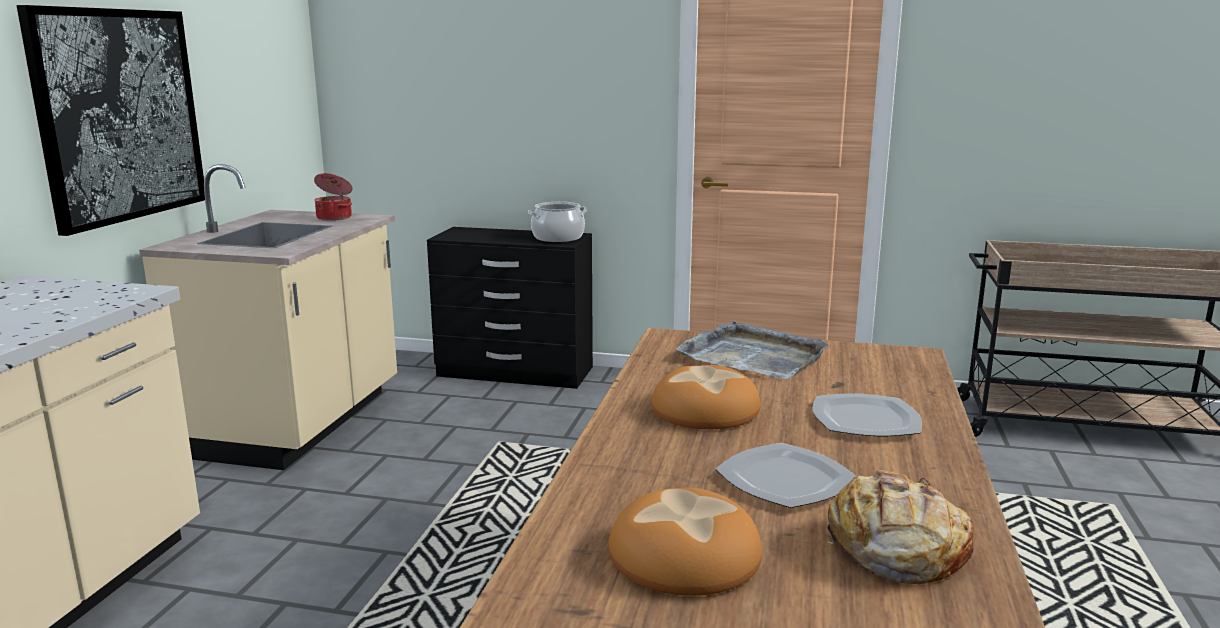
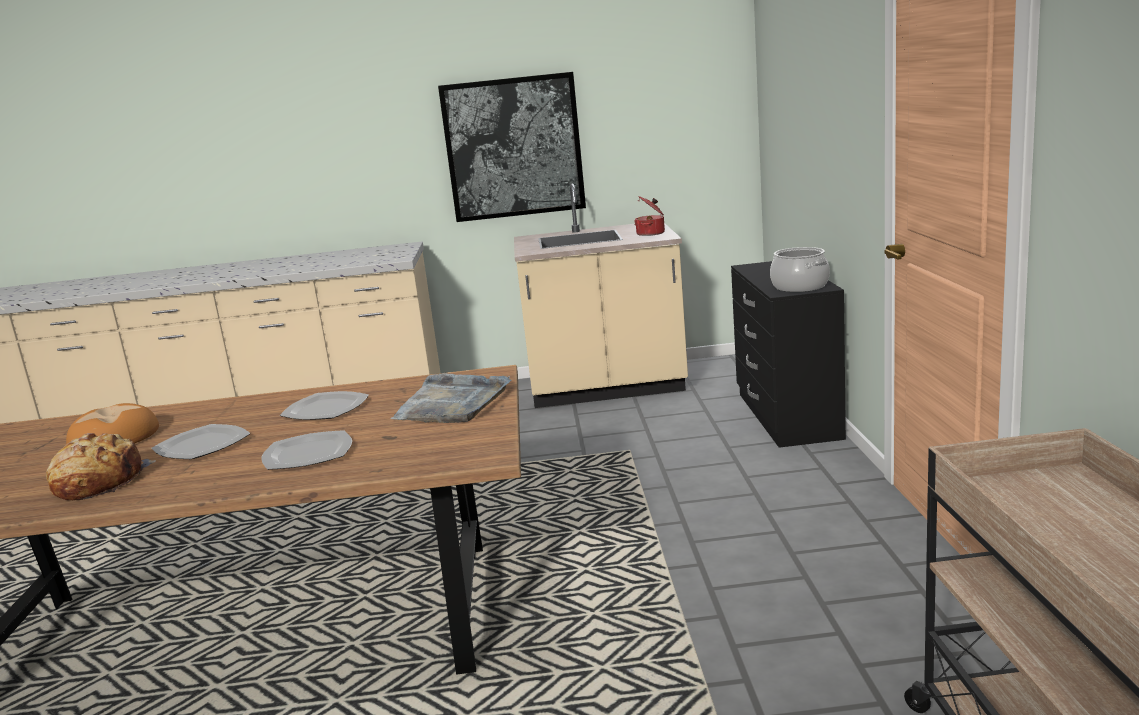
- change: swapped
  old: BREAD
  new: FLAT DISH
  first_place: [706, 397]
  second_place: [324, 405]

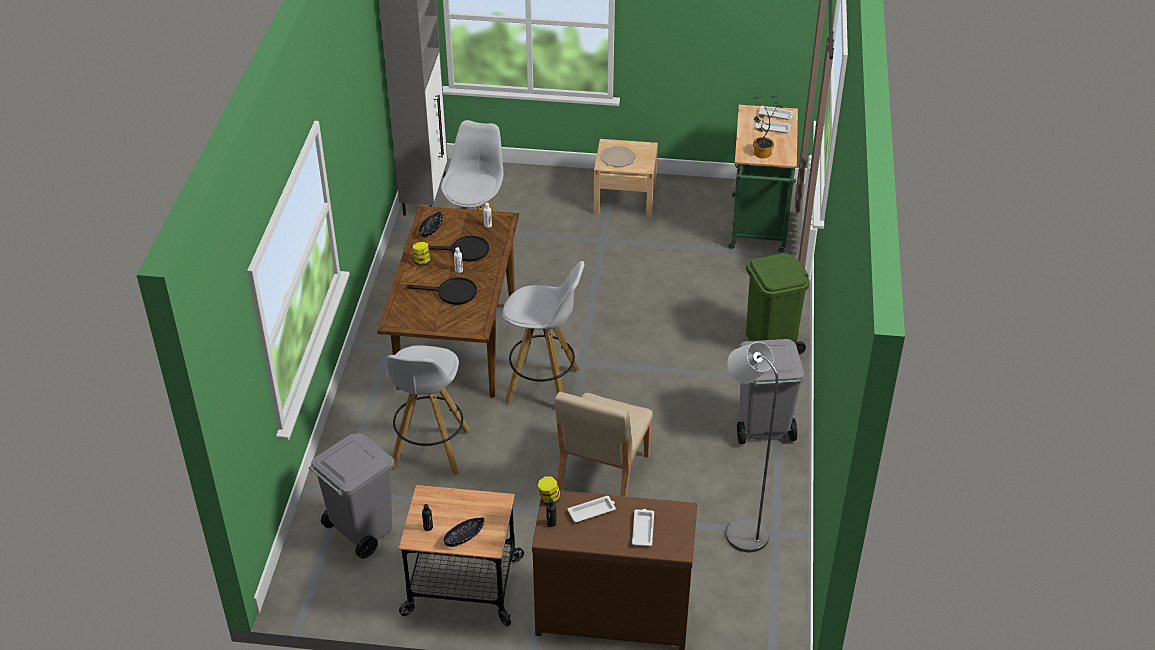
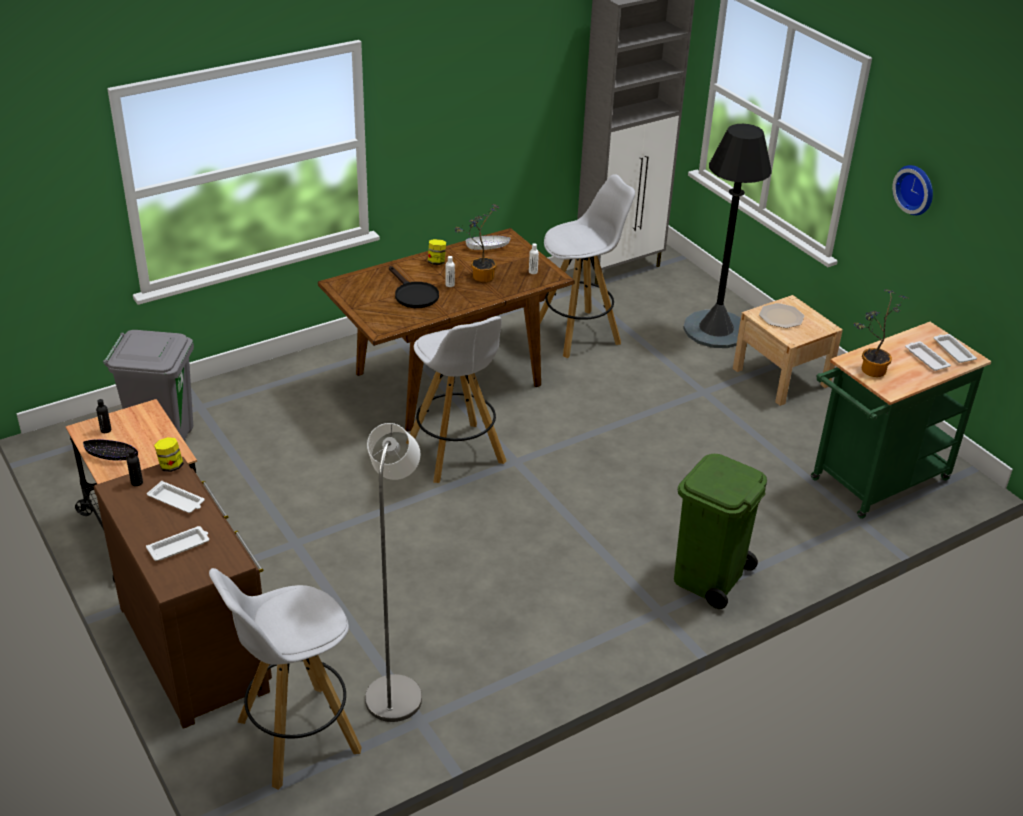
- change: gone
  old: BEIGE UPRIGHT CHAIR
  first_place: [603, 444]
- change: gone
  old: GREYISH WASTE BIN
  first_place: [770, 391]
- change: new
  new: BLACK-COLOURED STANDARD LAMP
  second_place: [727, 236]
- change: new
  new: HANGING CLOCK
  second_place: [912, 190]
- change: shifted
  old: WHITE-COLOURED SITTING STOOL
  first_place: [428, 410]
  second_place: [285, 679]
- change: swapped
  old: BLACK-COLOURED FRYING PAN
  new: PLANT IN A POT
  first_place: [458, 249]
  second_place: [477, 243]
- change: repainted
  old: BLACK-COLOURED SERVING BOWL
  new: WHITE-COLOURED SERVING BOWL
  first_place: [431, 224]
  second_place: [488, 242]

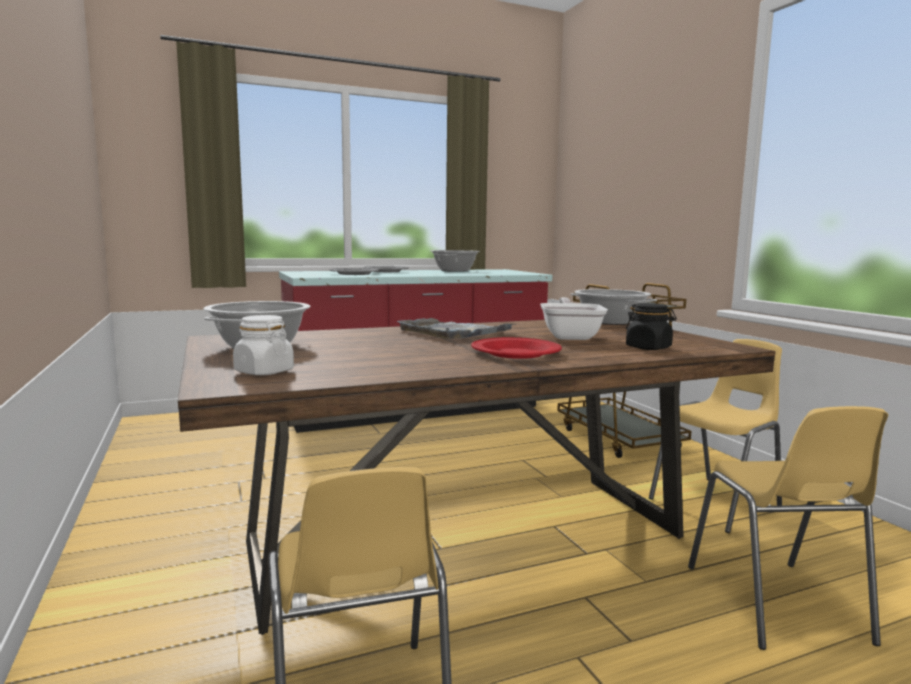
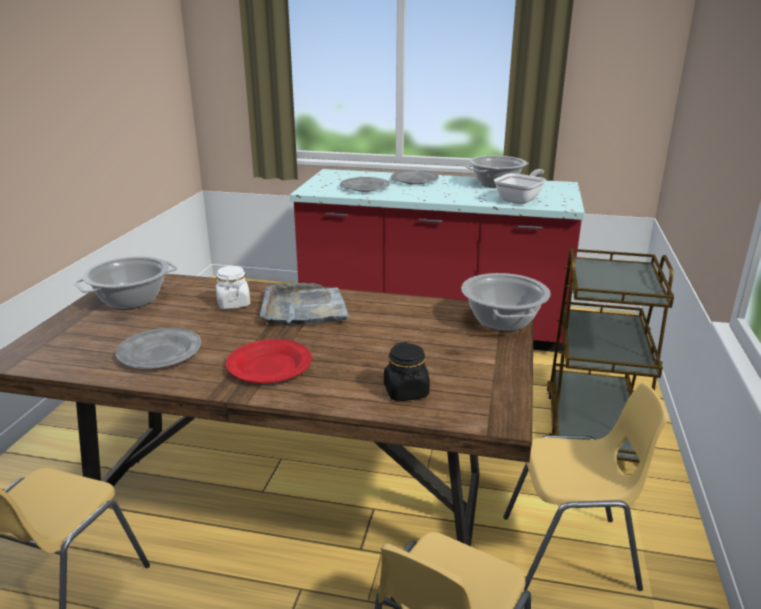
- change: new
  new: GREYISH FLAT DISH
  second_place: [158, 348]
- change: shifted
  old: WHITE-COLOURED JAR
  first_place: [263, 345]
  second_place: [233, 287]
- change: shifted
  old: FRYING PAN
  first_place: [574, 318]
  second_place: [520, 186]

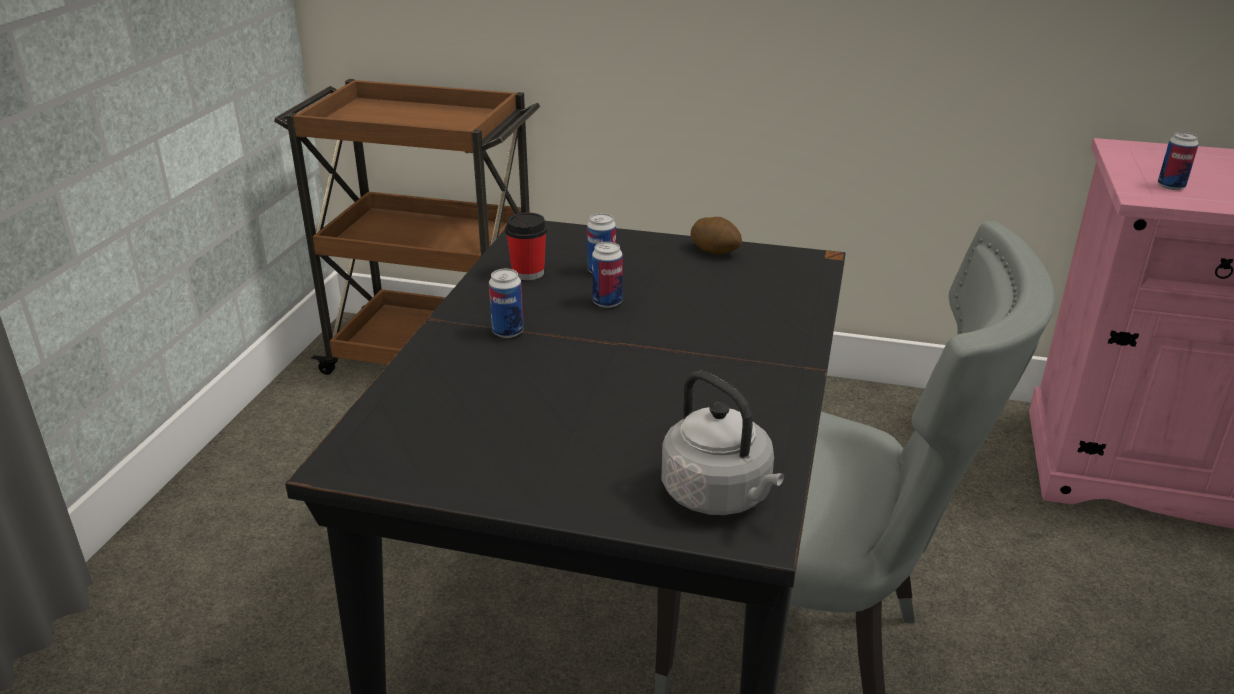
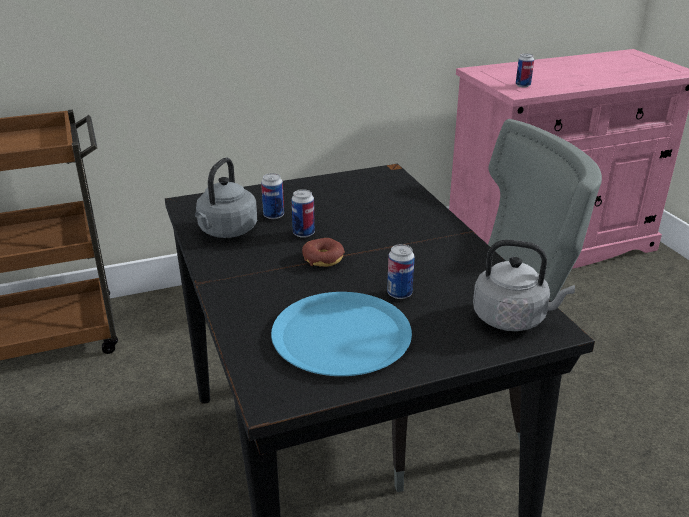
- change: gone
  old: WHOLE POTATO
  first_place: [716, 236]
- change: new
  new: BLUISH FLAT DISH
  second_place: [341, 334]
- change: new
  new: RING DOUGHNUT
  second_place: [323, 252]
- change: shifted
  old: CAN
  first_place: [506, 303]
  second_place: [401, 271]
- change: swapped
  old: CUP
  new: GREYISH TEA KETTLE
  first_place: [526, 246]
  second_place: [226, 198]

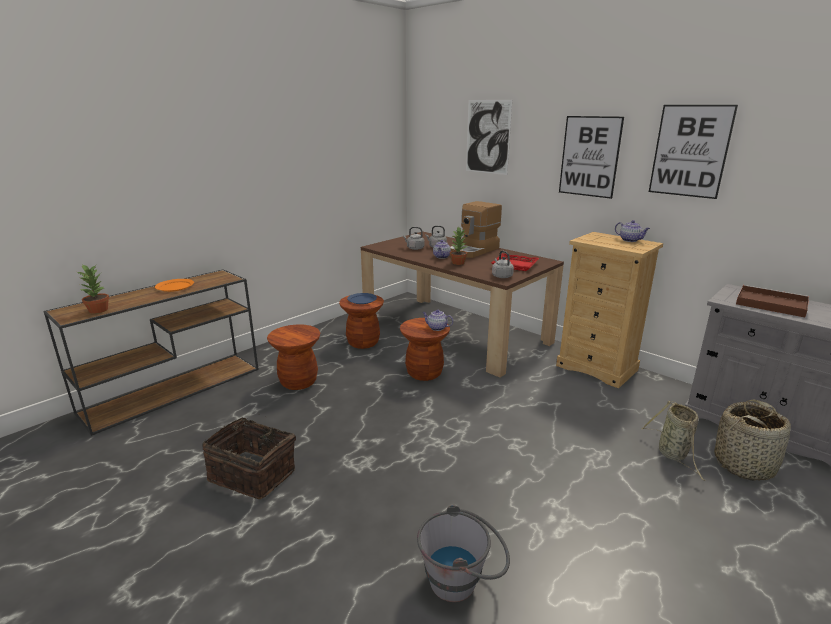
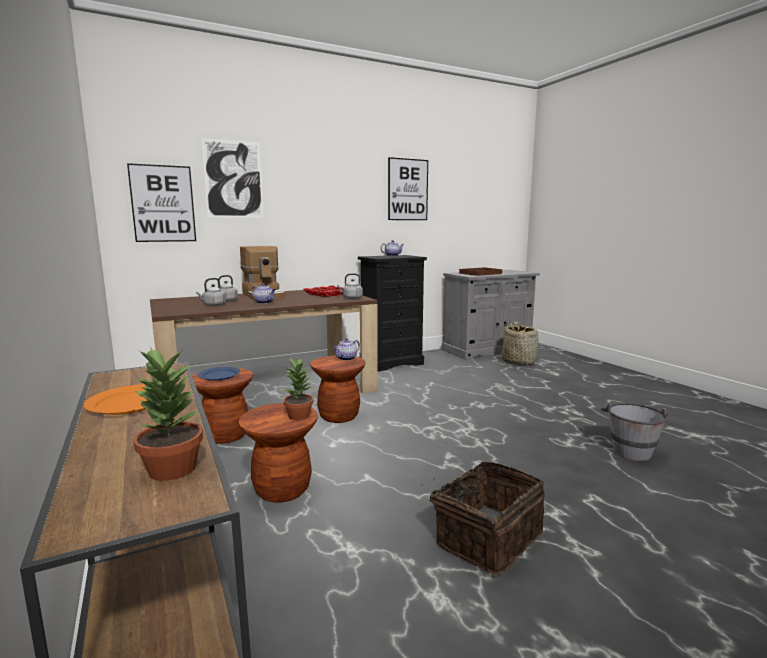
- change: gone
  old: HOUSEHOLD BASKET
  first_place: [673, 441]
- change: shifted
  old: PLANT IN A POT
  first_place: [459, 246]
  second_place: [298, 388]
- change: shifted
  old: WALL PICTURE
  first_place: [591, 157]
  second_place: [161, 202]
- change: repainted
  old: BEIGE CHEST OF DRAWERS
  new: BLACK-COLOURED CHEST OF DRAWERS
  first_place: [609, 310]
  second_place: [392, 313]

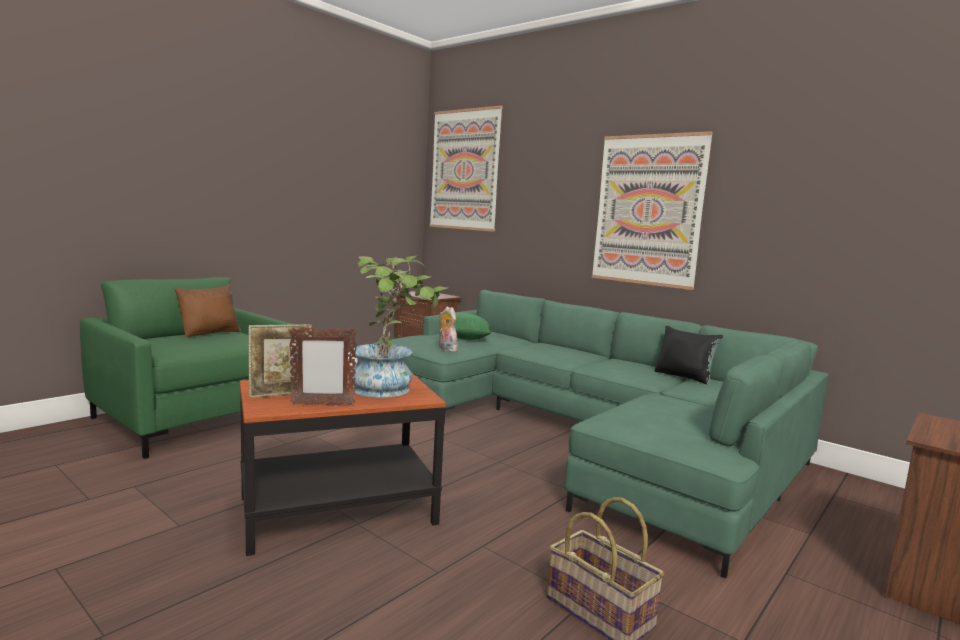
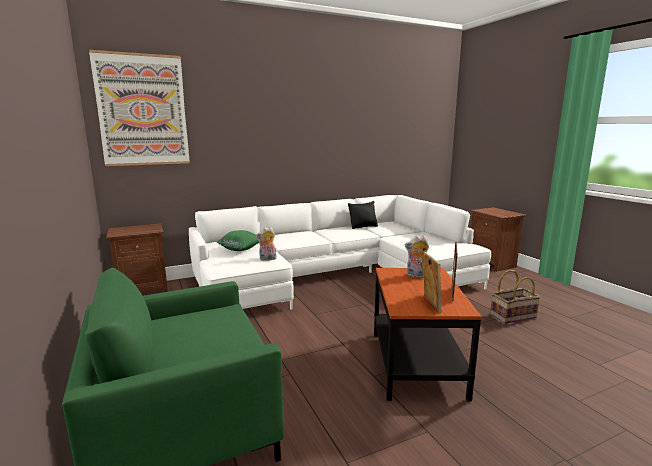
- change: gone
  old: BROWN PILLOW
  first_place: [208, 310]
- change: gone
  old: WALL PICTURE
  first_place: [652, 210]
- change: swapped
  old: PLANT IN A POT
  new: PLUSH TOY
  first_place: [399, 326]
  second_place: [417, 256]
- change: repainted
  old: GREENISH SOFA
  new: WHITE-COLOURED SOFA
  first_place: [601, 434]
  second_place: [340, 252]

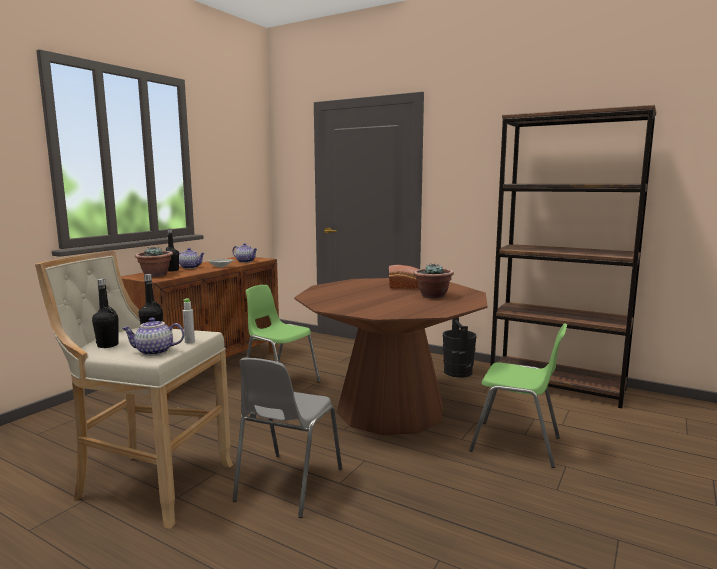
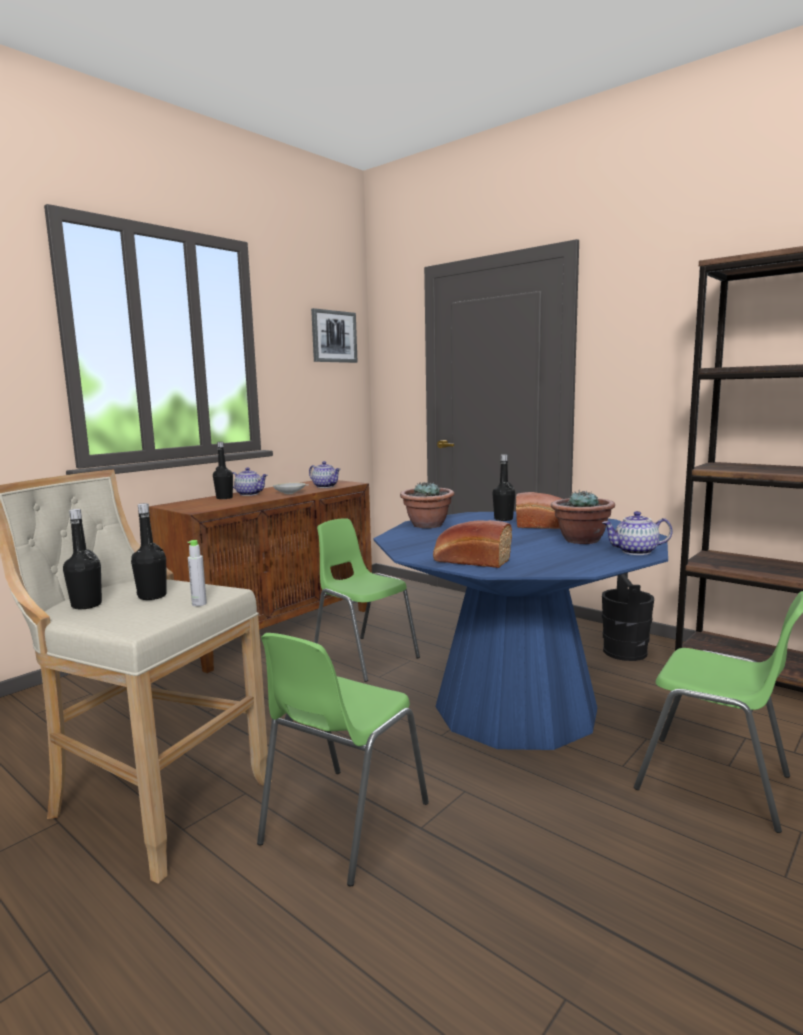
- change: new
  new: WALL PICTURE
  second_place: [334, 335]
- change: new
  new: BREAD
  second_place: [472, 544]
- change: new
  new: BLACK-COLOURED BOTTLE
  second_place: [503, 487]
- change: shifted
  old: TEA POT
  first_place: [152, 337]
  second_place: [637, 533]
- change: shifted
  old: PLANT IN A POT
  first_place: [154, 262]
  second_place: [427, 505]
- change: repainted
  old: GREYISH UPRIGHT CHAIR
  new: GREENISH UPRIGHT CHAIR
  first_place: [287, 438]
  second_place: [343, 759]
- change: repainted
  old: BROWN DINING TABLE
  new: BLUISH DINING TABLE
  first_place: [391, 356]
  second_place: [520, 630]

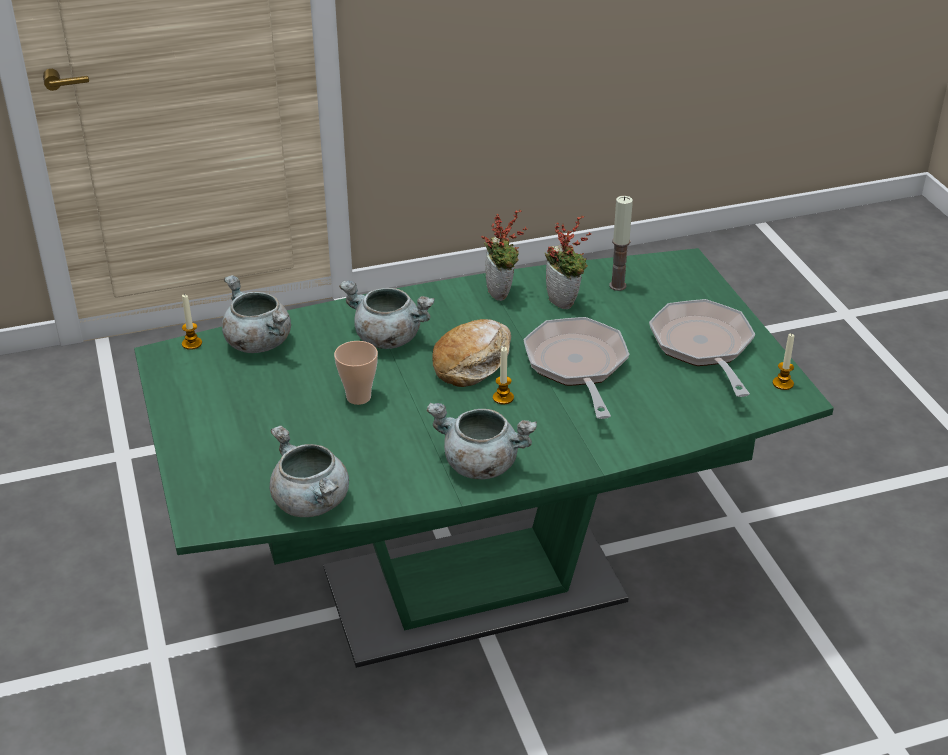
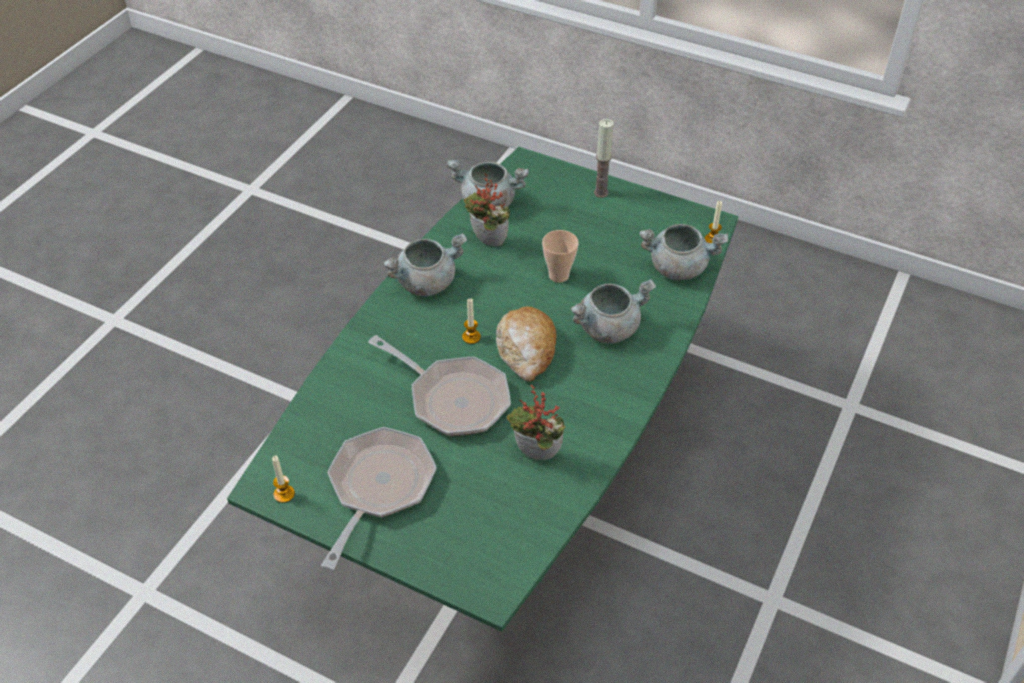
- change: shifted
  old: PLANT IN A POT
  first_place: [504, 255]
  second_place: [487, 209]
- change: shifted
  old: WAX LIGHT
  first_place: [621, 243]
  second_place: [604, 158]
- change: rotated
  old: FRYING PAN
  first_place: [702, 348]
  second_place: [379, 498]
  degrees: -105

